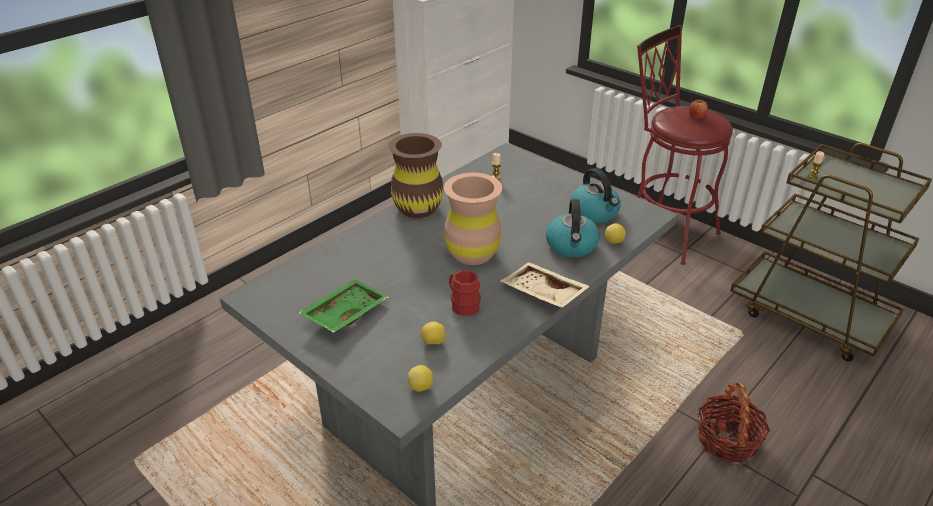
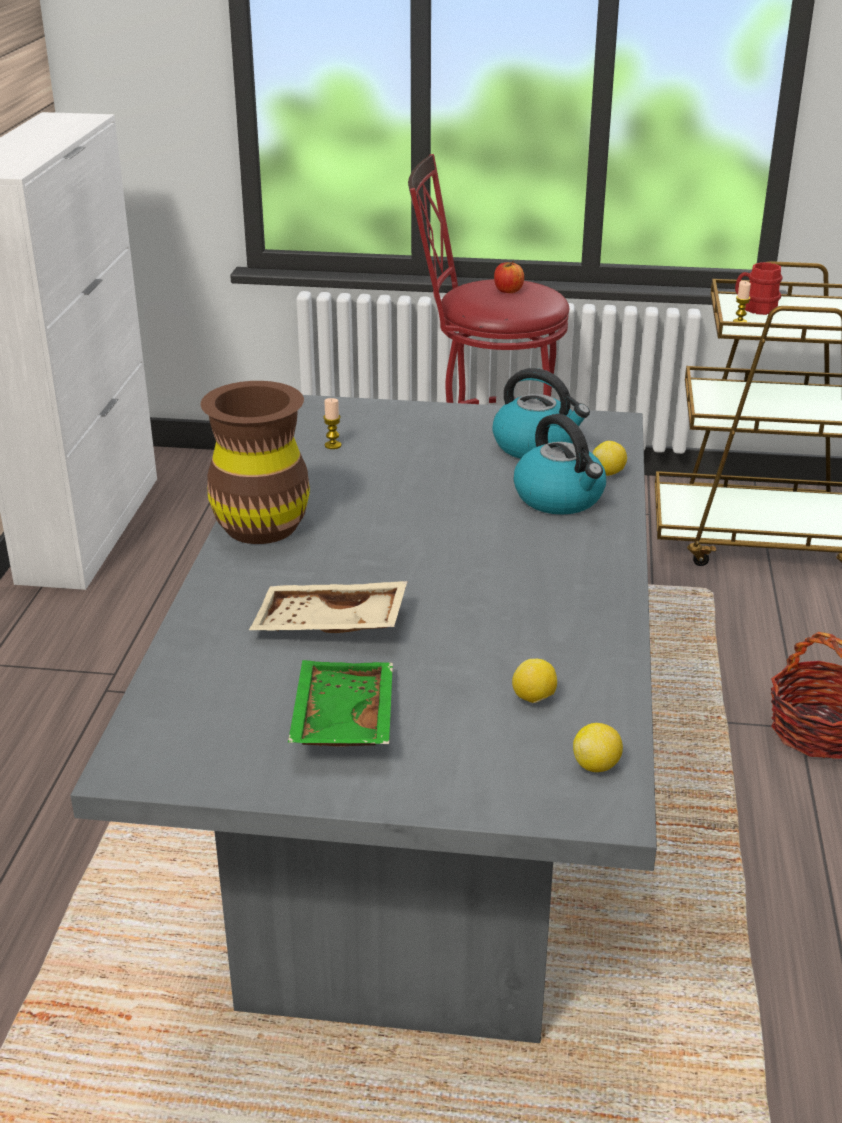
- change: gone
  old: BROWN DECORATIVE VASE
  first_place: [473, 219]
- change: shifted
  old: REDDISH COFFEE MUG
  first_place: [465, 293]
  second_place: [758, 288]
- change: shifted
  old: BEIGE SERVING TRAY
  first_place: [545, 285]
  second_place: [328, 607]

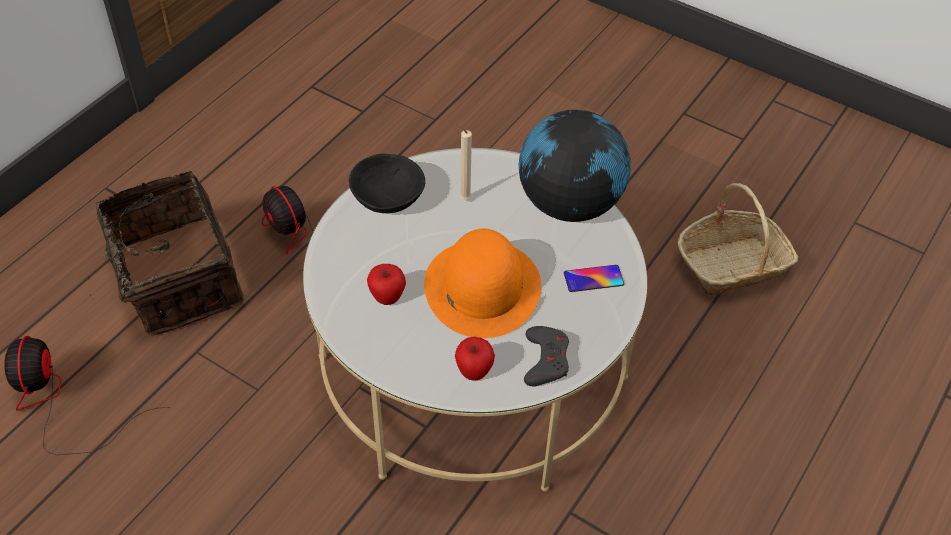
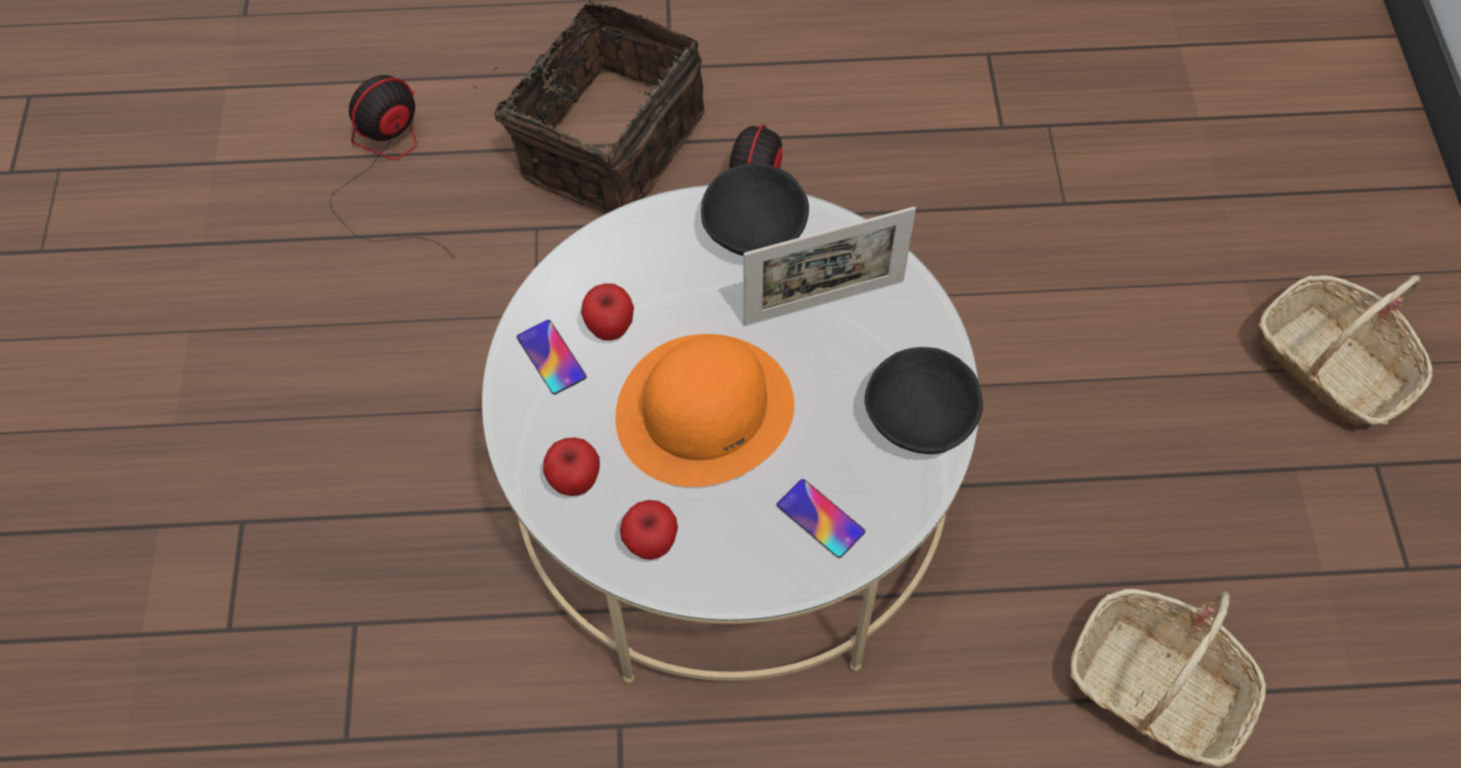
- change: new
  new: TELEPHONE
  second_place: [552, 357]
- change: new
  new: HOUSEHOLD BASKET
  second_place: [1346, 351]
- change: swapped
  old: BEIGE WAX LIGHT
  new: STANDING FRAME
  first_place: [464, 162]
  second_place: [829, 266]
- change: swapped
  old: GLOBE
  new: BLACK-COLOURED SERVING BOWL
  first_place: [575, 166]
  second_place: [923, 400]
- change: swapped
  old: GREYISH GAME CONTROLLER
  new: APPLE FRUIT
  first_place: [546, 356]
  second_place: [649, 530]

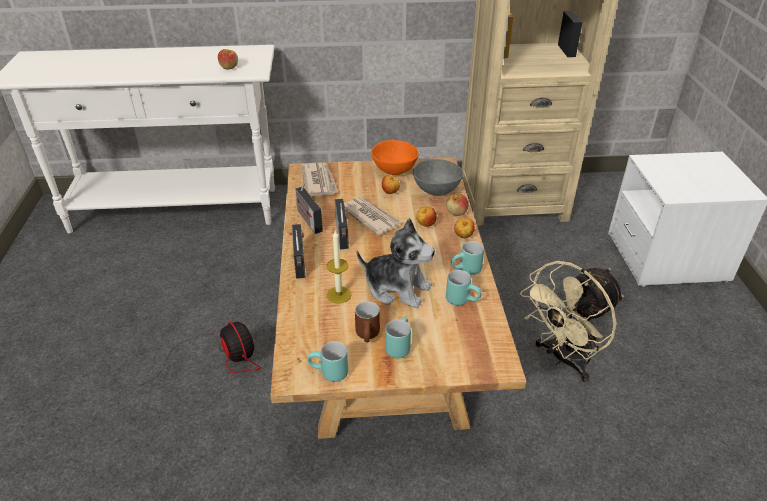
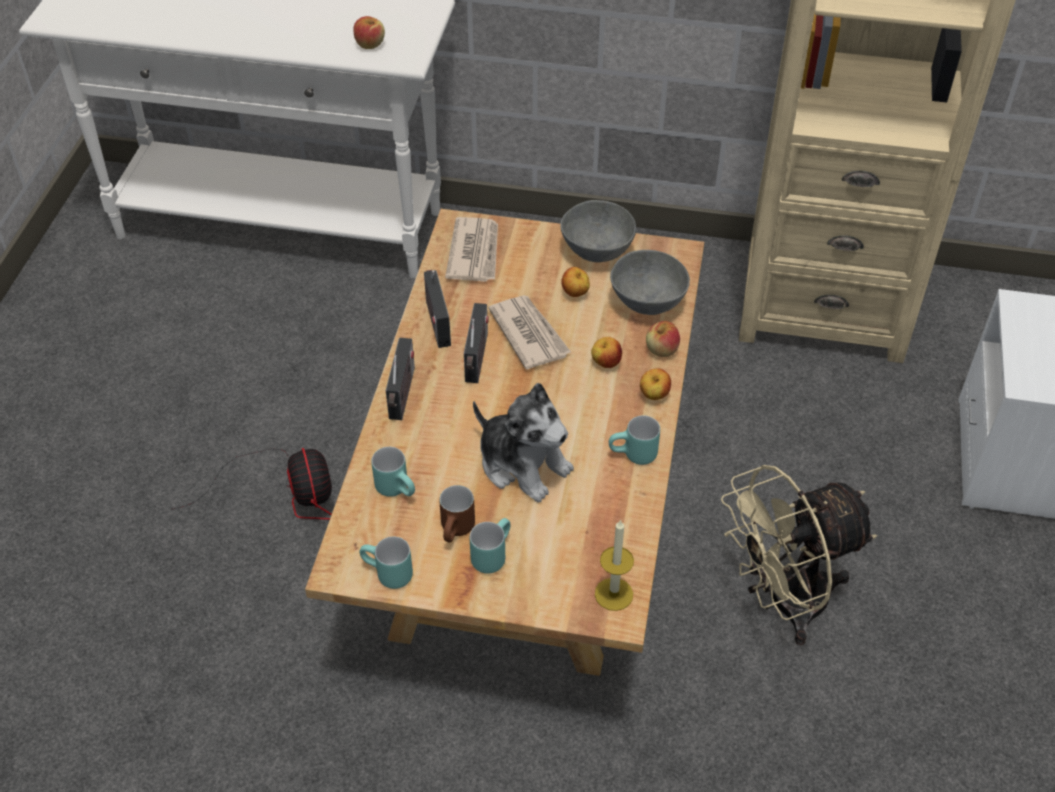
- change: shifted
  old: WAX LIGHT
  first_place: [339, 267]
  second_place: [614, 565]
- change: shifted
  old: TURQUOISE-COLOURED COFFEE MUG
  first_place: [463, 288]
  second_place: [393, 472]
- change: repainted
  old: ORANGE-COLOURED SERVING BOWL
  new: GREYISH SERVING BOWL
  first_place: [395, 157]
  second_place: [598, 231]

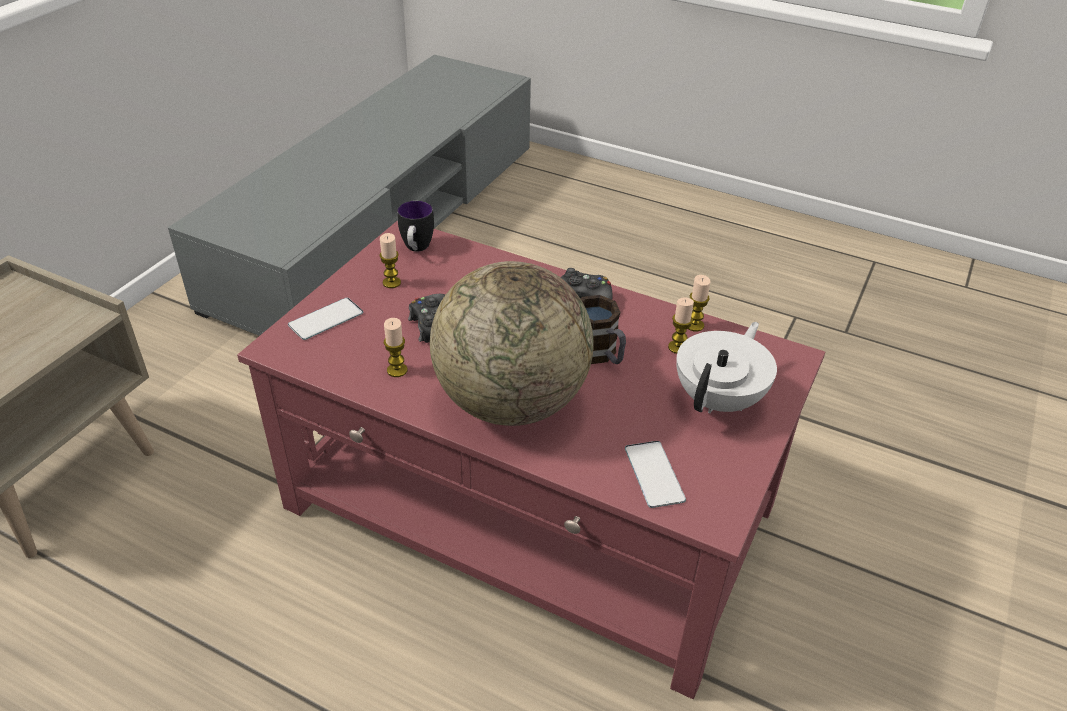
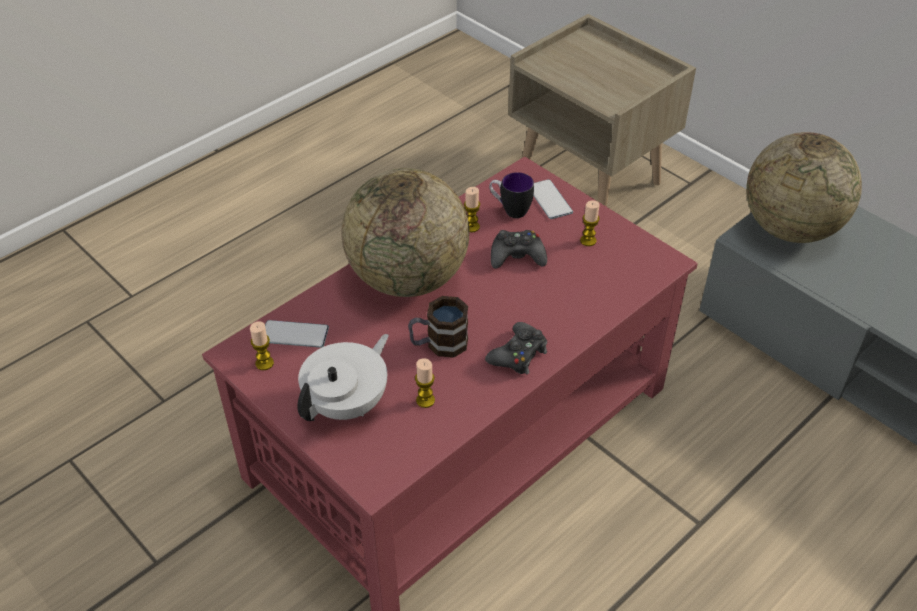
- change: new
  new: GLOBE
  second_place: [804, 187]
- change: shifted
  old: COFFEE MUG
  first_place: [415, 226]
  second_place: [511, 195]
- change: shifted
  old: WAX LIGHT
  first_place: [699, 303]
  second_place: [262, 345]
- change: rotated
  old: WHITE-COLOURED TEA POT
  first_place: [726, 367]
  second_place: [343, 377]
  degrees: -105

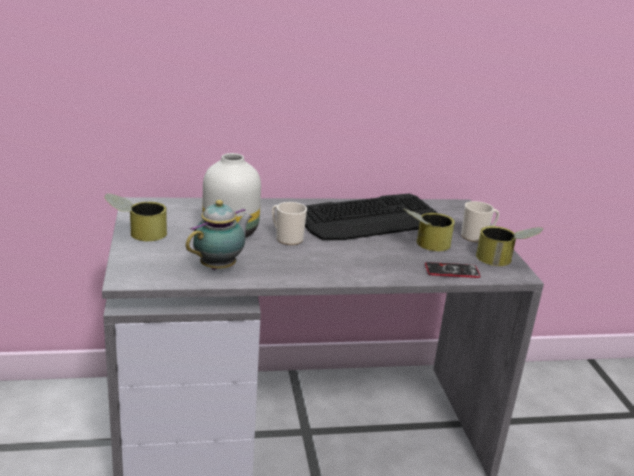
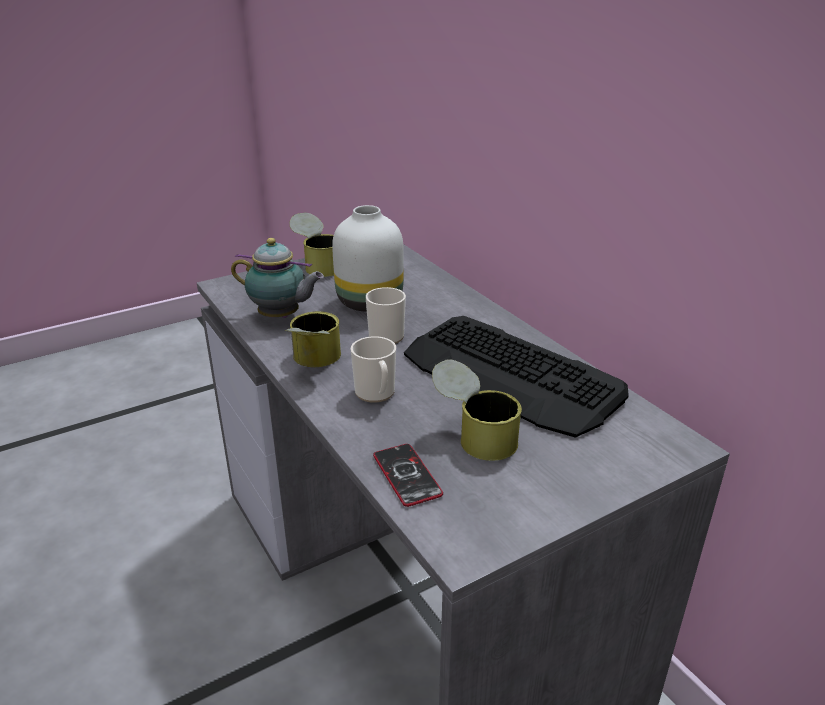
- change: shifted
  old: COFFEE MUG
  first_place: [480, 221]
  second_place: [373, 369]
- change: shifted
  old: CAN
  first_place: [509, 246]
  second_place: [312, 339]

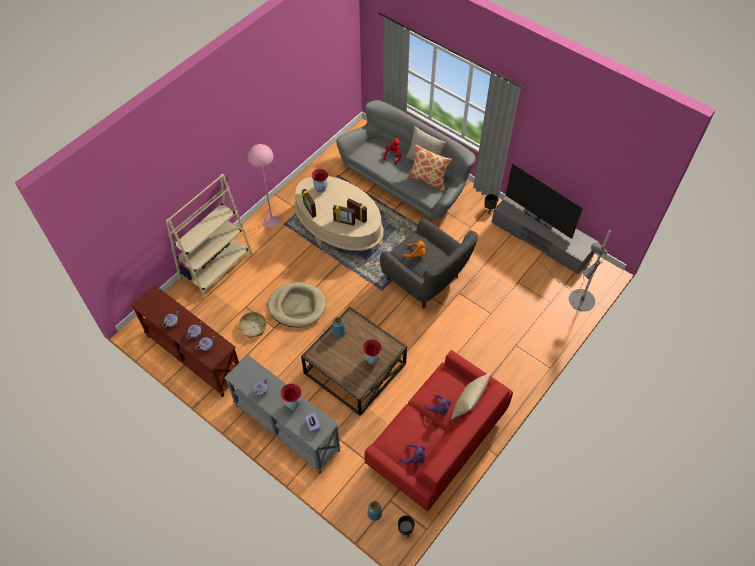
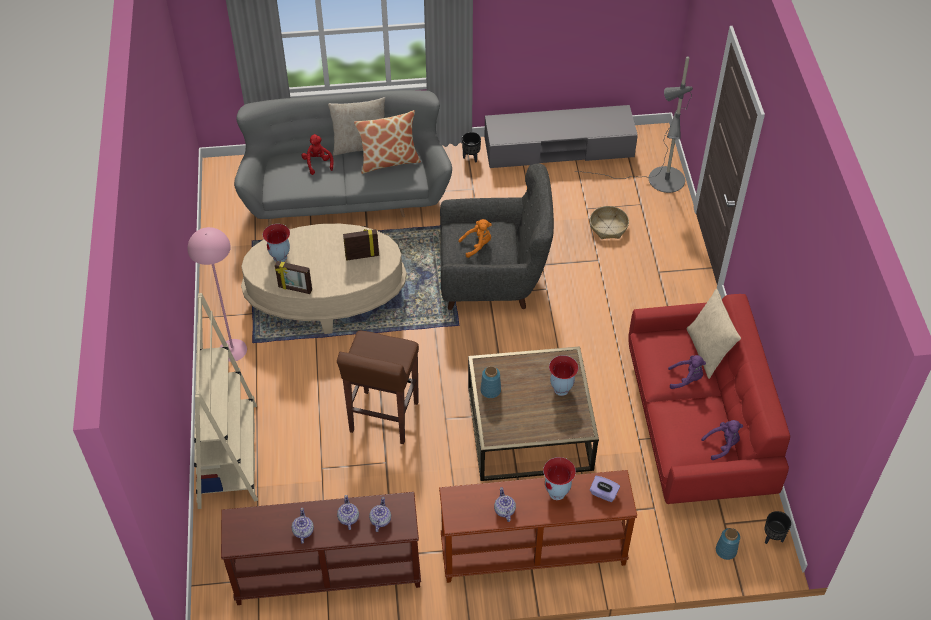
- change: gone
  old: STANDING FRAME
  first_place: [344, 215]
- change: gone
  old: TV SET
  first_place: [544, 201]
- change: shifted
  old: HOUSEHOLD BASKET
  first_place: [252, 325]
  second_place: [609, 222]
- change: swapped
  old: BEIGE DOG BED
  new: BROWN SITTING STOOL
  first_place: [297, 304]
  second_place: [378, 387]
- change: repainted
  old: GREYISH CONSOLE TABLE
  new: BROWN CONSOLE TABLE
  first_place: [282, 414]
  second_place: [538, 526]

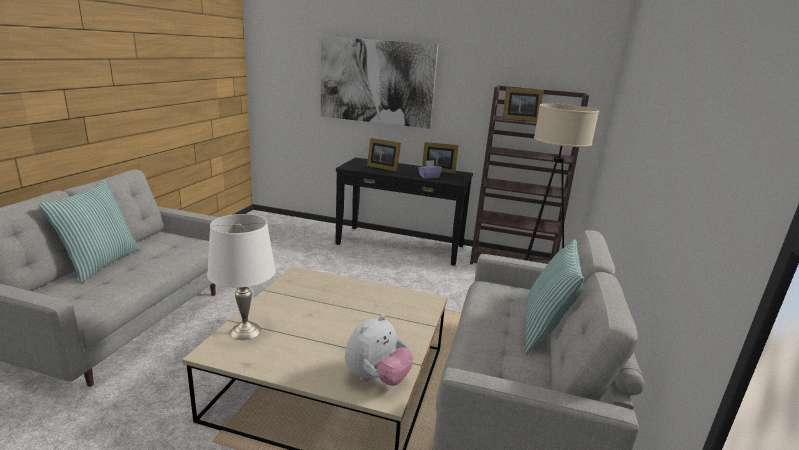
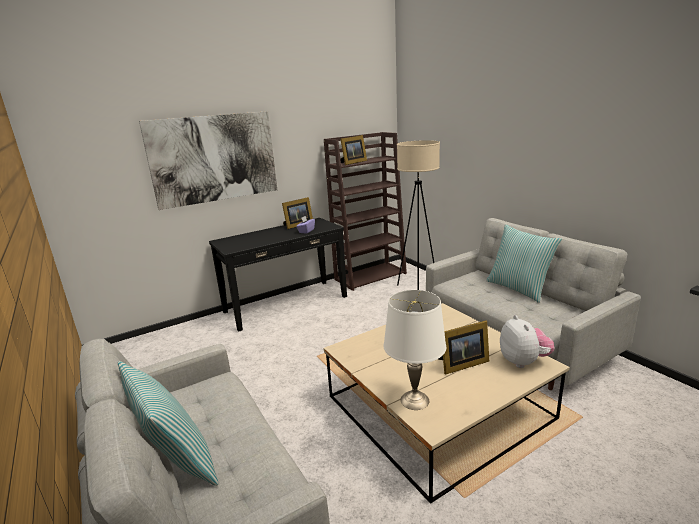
- change: shifted
  old: STANDING FRAME
  first_place: [384, 155]
  second_place: [463, 347]

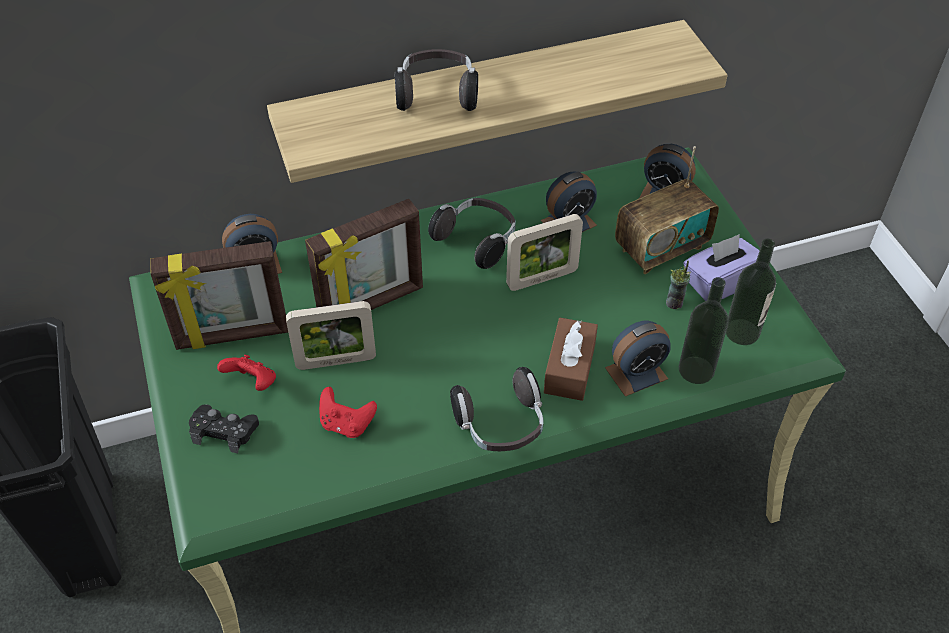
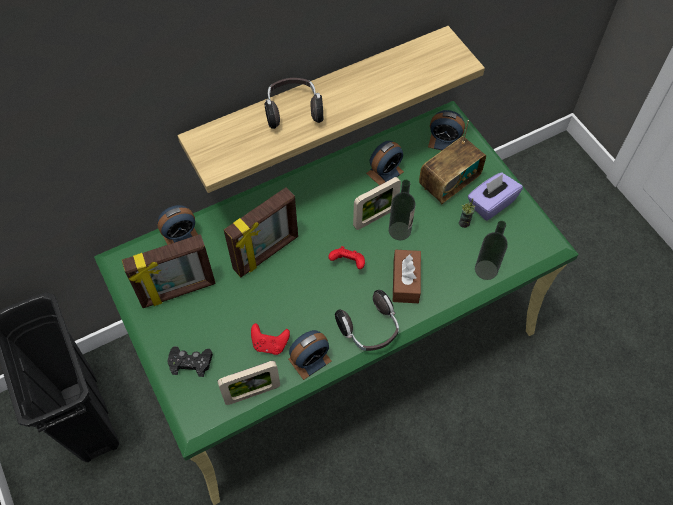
- change: gone
  old: HEADSET
  first_place: [472, 233]
- change: shifted
  old: REDDISH GAME CONTROLLER
  first_place: [246, 373]
  second_place: [346, 257]
- change: shifted
  old: STANDING FRAME
  first_place: [331, 335]
  second_place: [248, 383]
- change: shifted
  old: ALARM CLOCK
  first_place: [638, 358]
  second_place: [310, 355]
- change: shifted
  old: BOTTLE
  first_place: [751, 292]
  second_place: [402, 210]

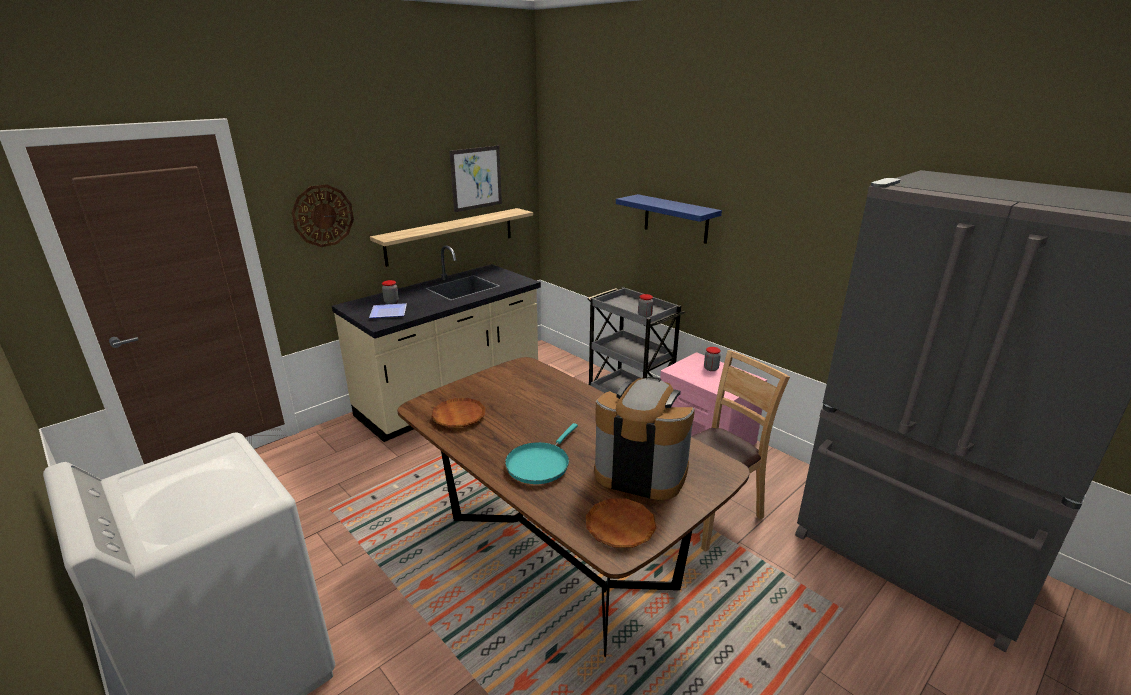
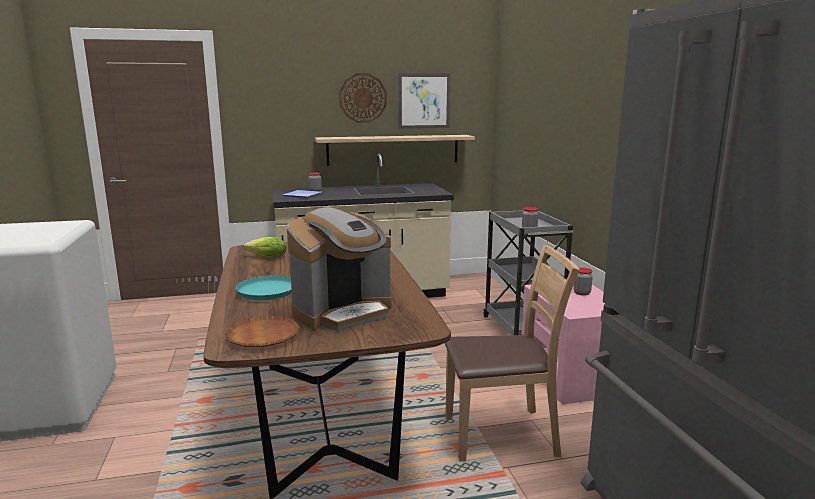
- change: gone
  old: BLUISH WALL SHELF
  first_place: [669, 219]
- change: shifted
  old: HANGING CLOCK
  first_place: [322, 215]
  second_place: [363, 98]
- change: swapped
  old: BROWN FLAT DISH
  new: LETTUCE
  first_place: [458, 412]
  second_place: [265, 247]
- change: rotated
  old: COFFEE BREWER
  first_place: [644, 438]
  second_place: [339, 269]
  degrees: 90

